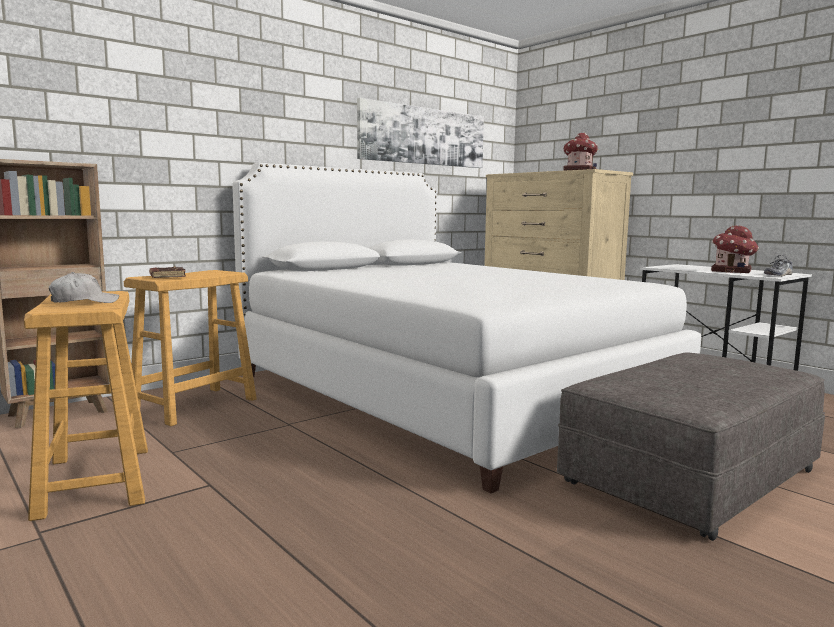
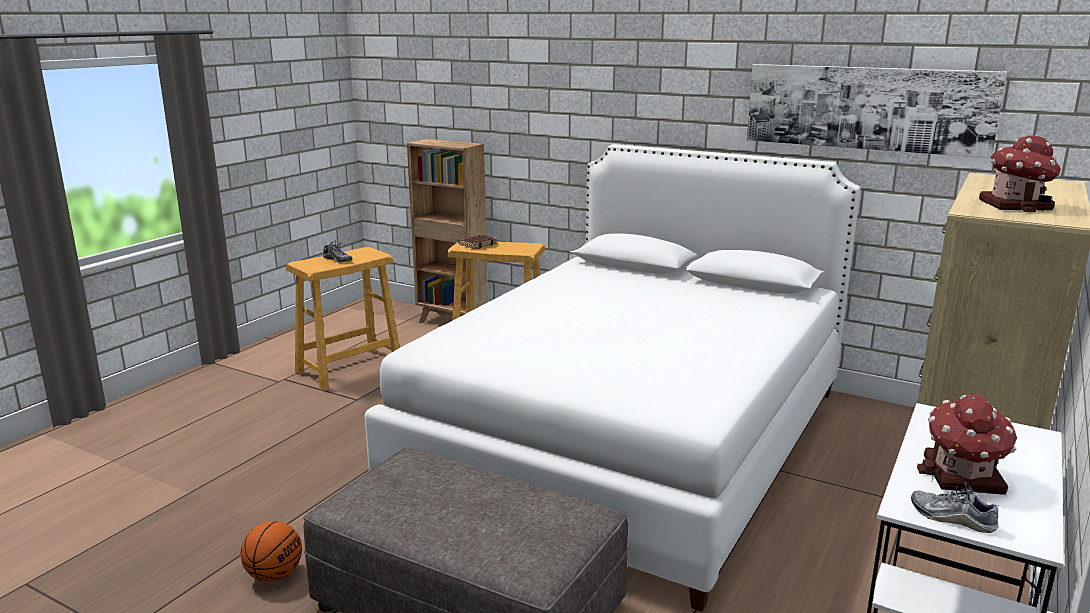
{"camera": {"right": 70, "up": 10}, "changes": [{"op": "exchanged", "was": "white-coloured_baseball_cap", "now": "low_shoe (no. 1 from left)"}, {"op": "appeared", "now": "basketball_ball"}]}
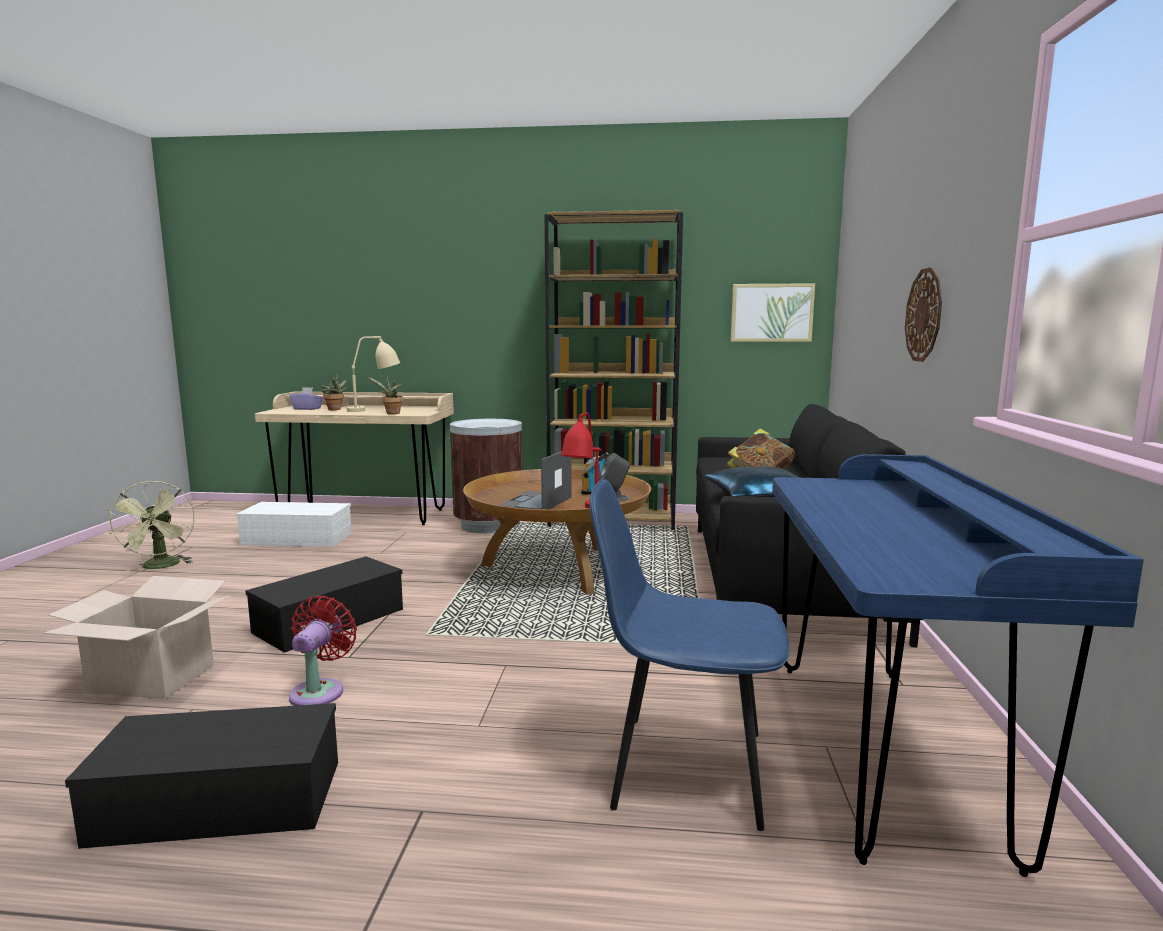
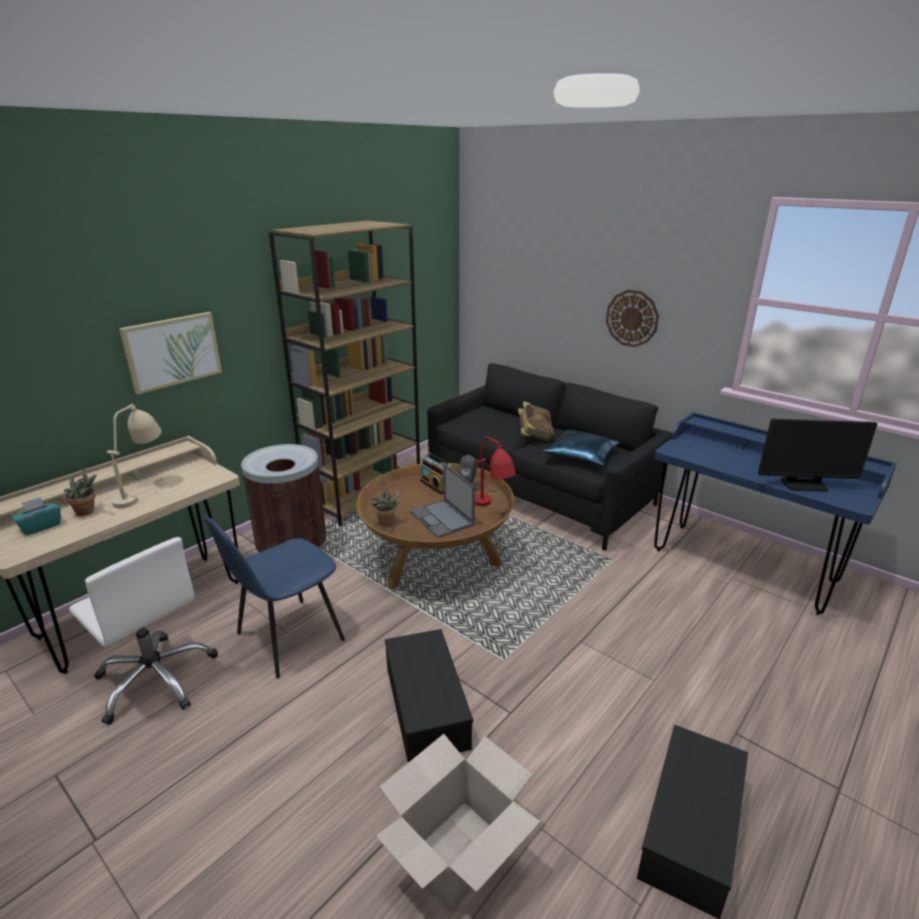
{"camera": {"right": -55, "up": 15}, "changes": [{"op": "relocated", "was": "wall_picture"}, {"op": "relocated", "was": "houseplant (no. 2 from left)"}, {"op": "colour", "was": "purple-coloured_tissue_box", "now": "turquoise_tissue_box"}, {"op": "relocated", "was": "bluish_chair"}, {"op": "missing", "was": "greenish_fan"}, {"op": "exchanged", "was": "white-coloured_storage_box", "now": "white-coloured_desk_chair"}, {"op": "missing", "was": "red_fan"}, {"op": "appeared", "now": "monitor"}]}
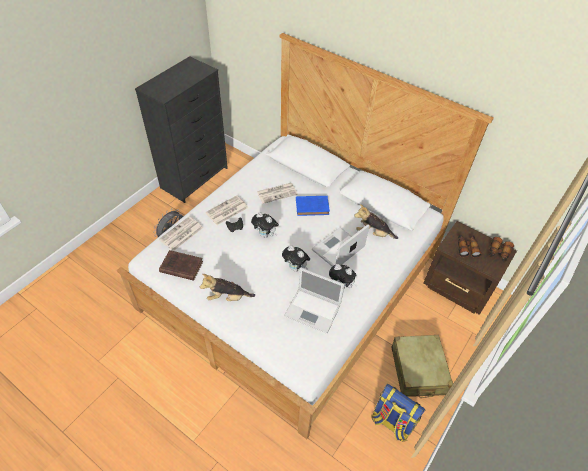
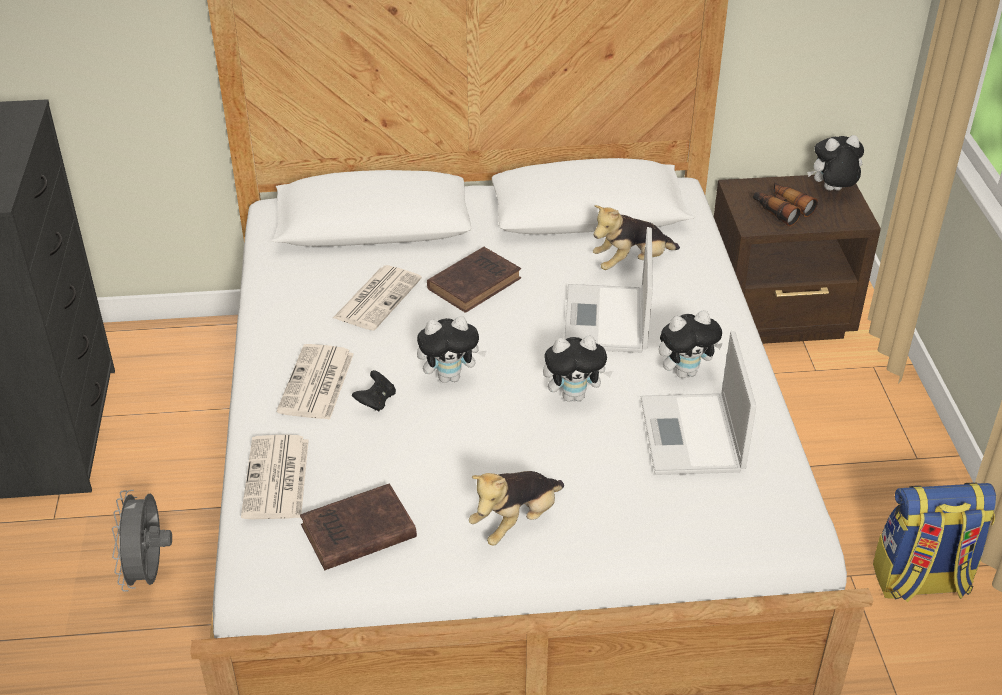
{"camera": {"right": -40, "up": -10}, "changes": [{"op": "colour", "was": "bluish_bound_book", "now": "brown-coloured_bound_book (no. 2 from left)"}, {"op": "exchanged", "was": "binoculars (no. 2 from left)", "now": "soft_toy (no. 6 from left)"}, {"op": "spun", "was": "portable_computer (no. 1 from left in the first image)", "clockwise": 105}, {"op": "missing", "was": "sand-coloured_piece_of_luggage"}]}
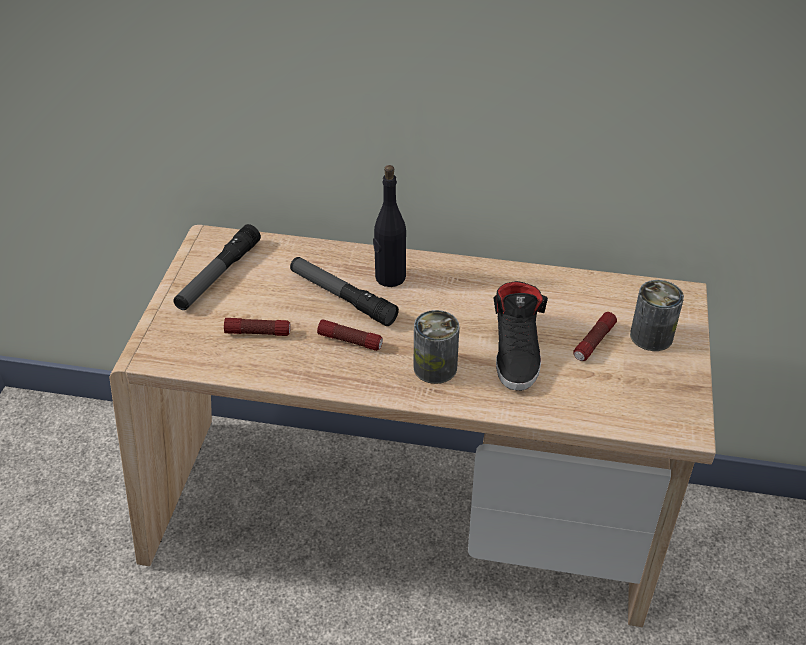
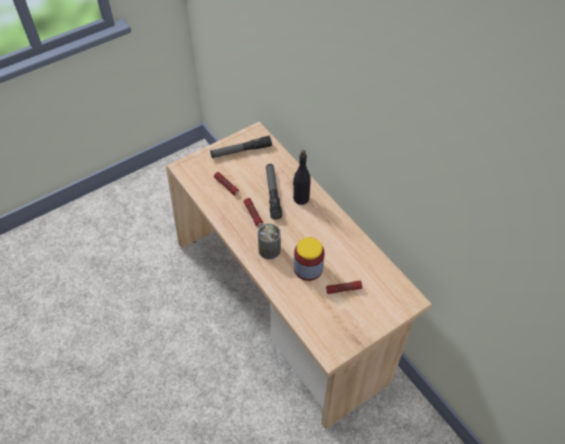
{"camera": {"right": 45, "up": 10}, "changes": [{"op": "missing", "was": "sealed_can (no. 2 from left)"}, {"op": "exchanged", "was": "black_low_shoe", "now": "jar"}]}
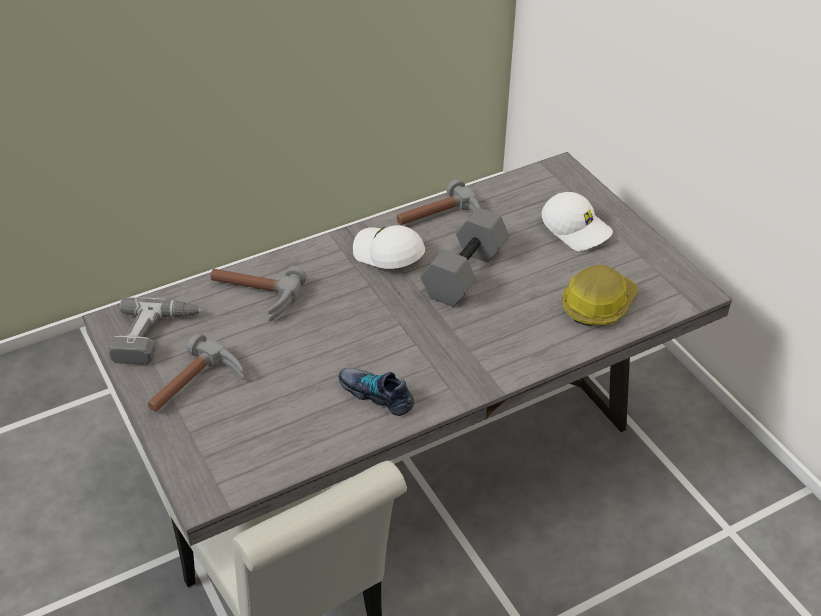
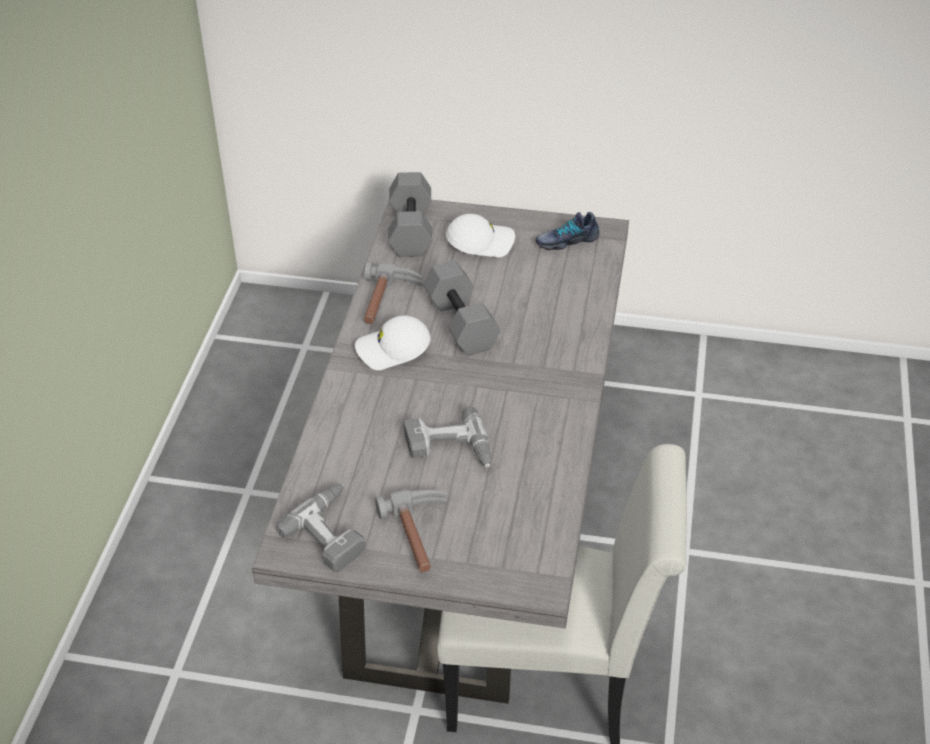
{"camera": {"right": -50, "up": 0}, "changes": [{"op": "missing", "was": "hard_hat"}, {"op": "missing", "was": "tool_hammer (no. 2 from left)"}, {"op": "relocated", "was": "low_shoe"}, {"op": "appeared", "now": "greyish_free_weight (no. 1 from left)"}, {"op": "appeared", "now": "electric_drill (no. 2 from left)"}]}
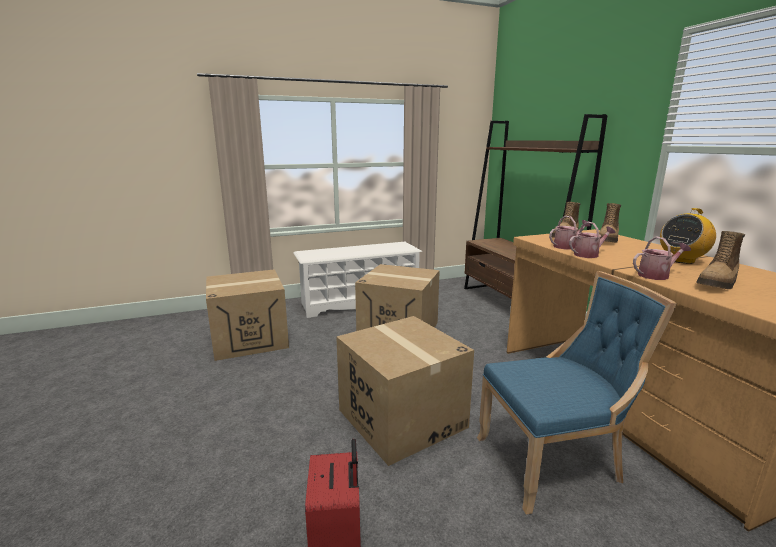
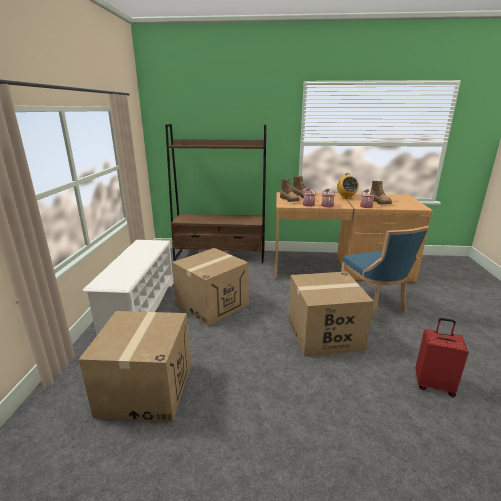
{"camera": {"right": -65, "up": 5}, "changes": [{"op": "spun", "was": "bluish_chair", "clockwise": 150}]}
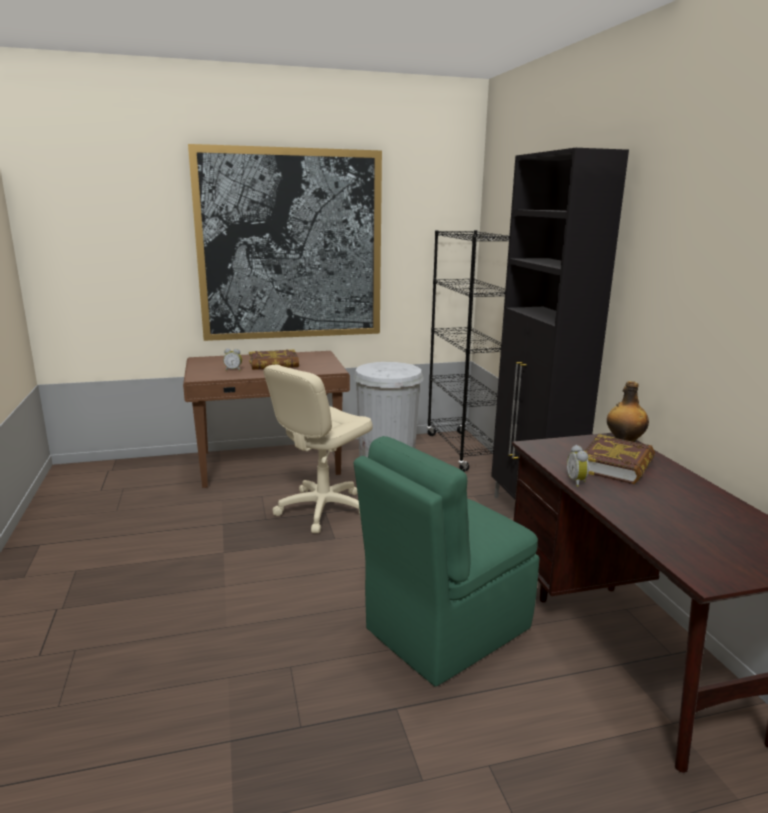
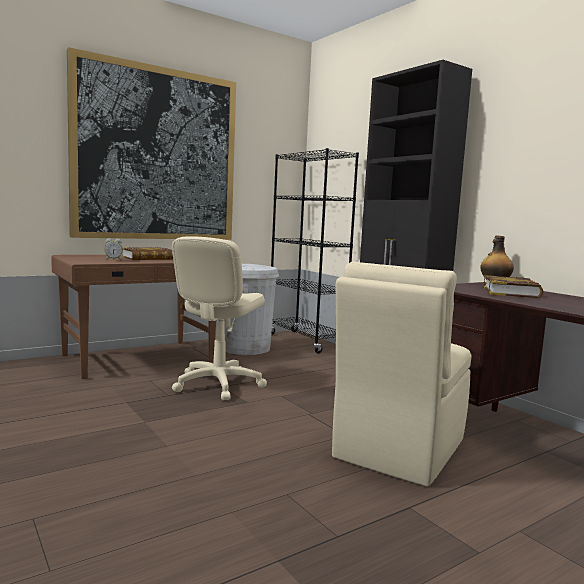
{"camera": {"right": -20, "up": -10}, "changes": [{"op": "colour", "was": "greenish_chair", "now": "sand-coloured_chair"}, {"op": "missing", "was": "alarm_clock (no. 2 from left)"}]}
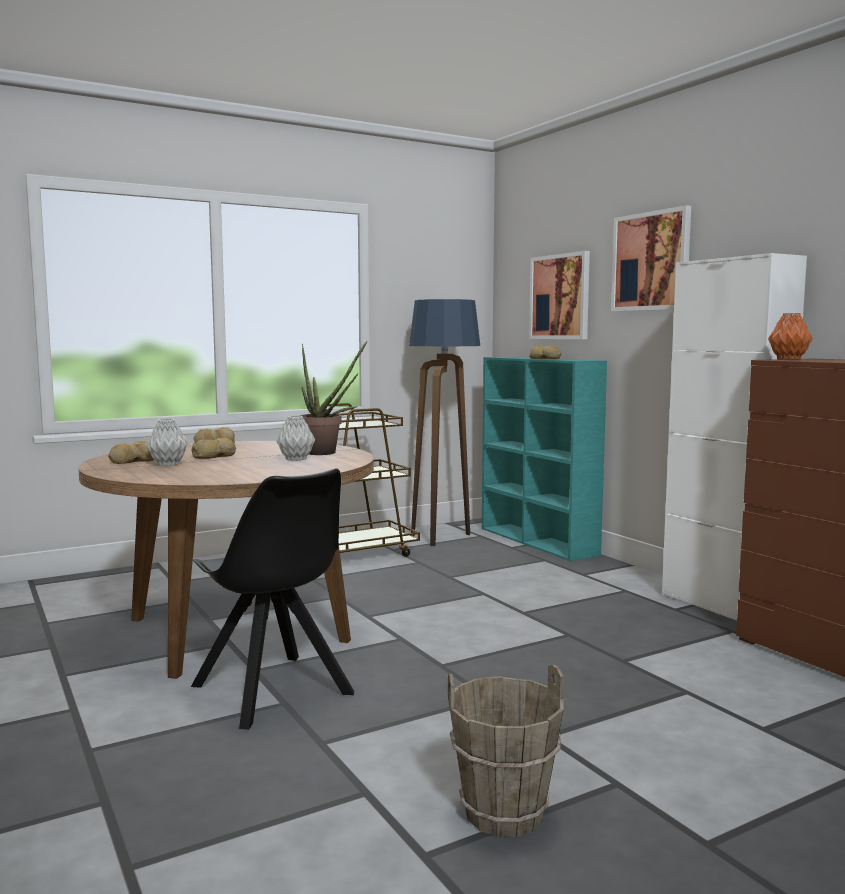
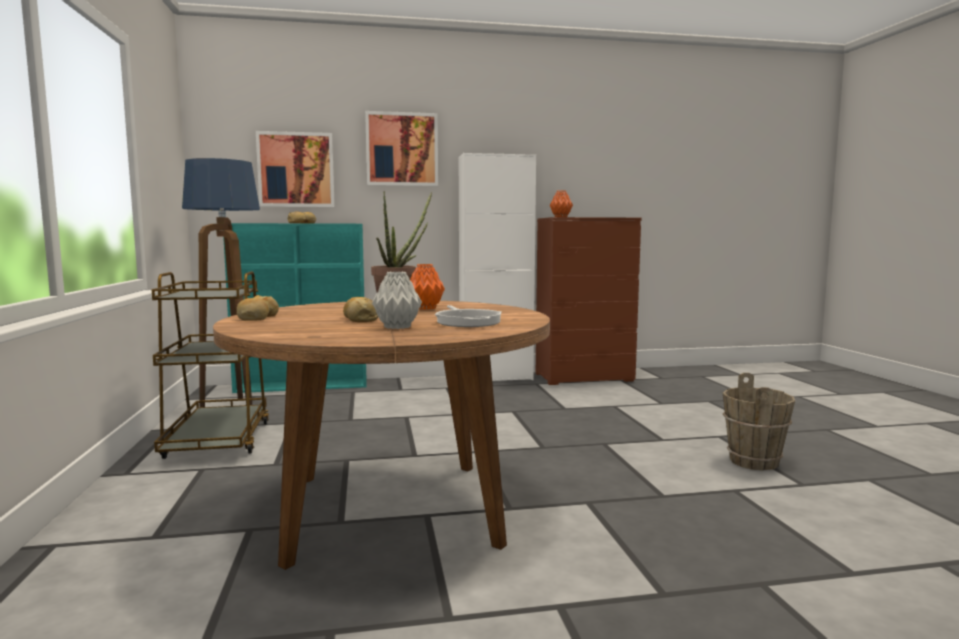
{"camera": {"right": -70, "up": 0}, "changes": [{"op": "colour", "was": "greyish_vase (no. 2 from left)", "now": "orangey_vase (no. 1 from left)"}, {"op": "missing", "was": "bread (no. 1 from left)"}, {"op": "missing", "was": "black_chair"}, {"op": "appeared", "now": "frying_pan"}]}
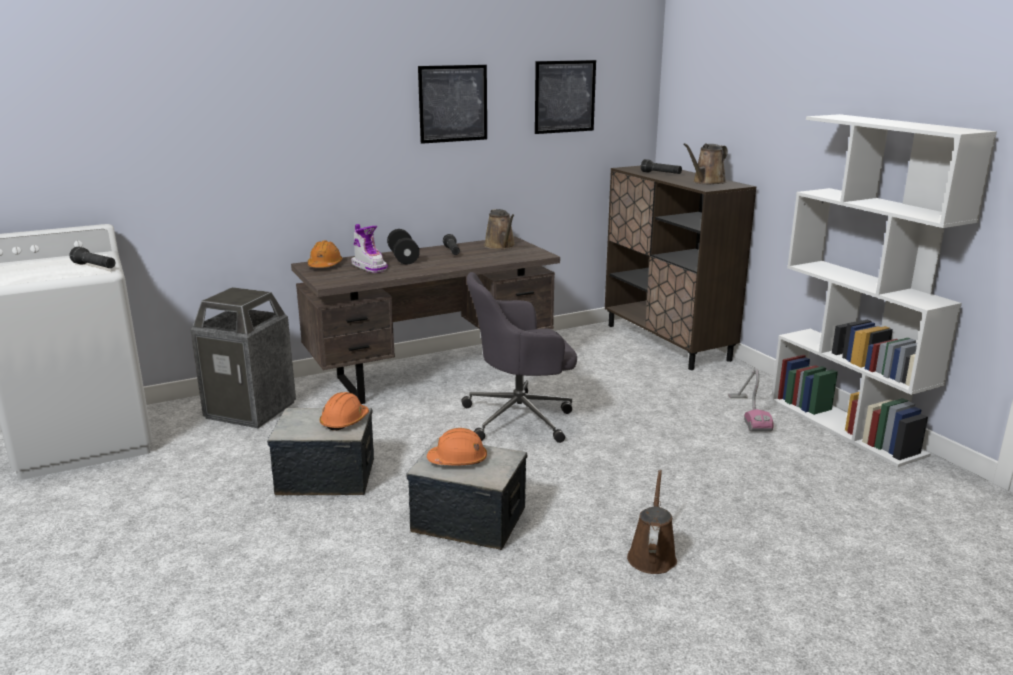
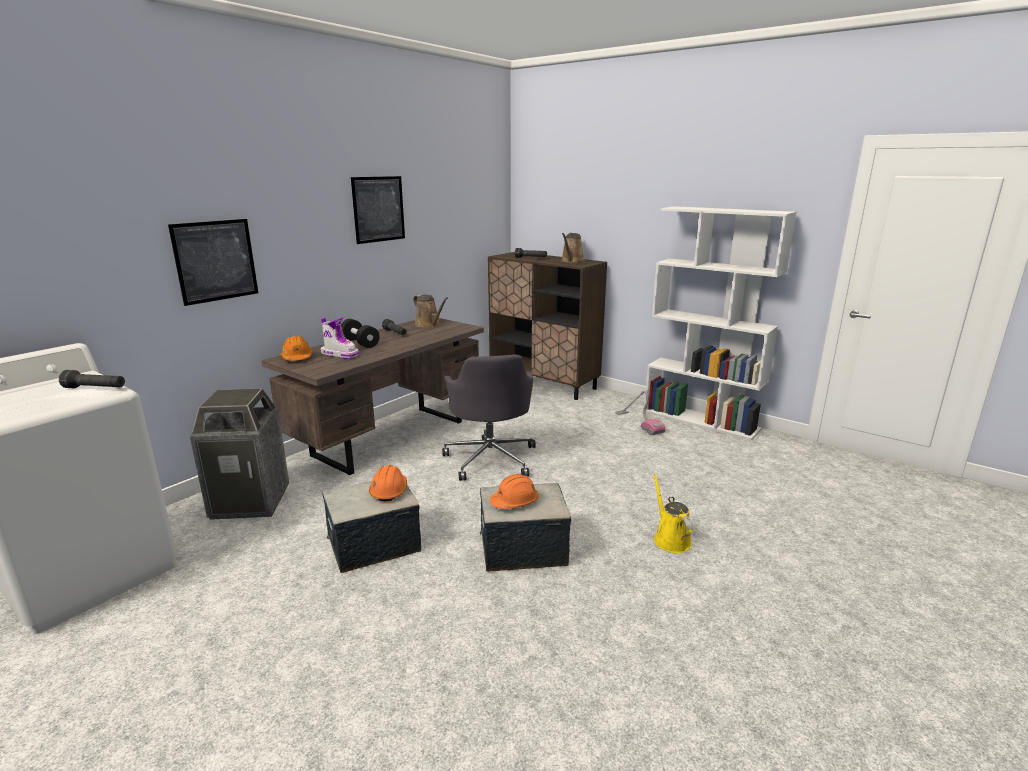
{"camera": {"right": -25, "up": 0}, "changes": [{"op": "relocated", "was": "wall_picture (no. 2 from left in the first image)", "now": "wall_picture (no. 1 from left)"}, {"op": "spun", "was": "greyish_desk_chair", "clockwise": -60}, {"op": "colour", "was": "brown-coloured_sprinkling_can (no. 2 from left)", "now": "yellow_sprinkling_can"}]}
